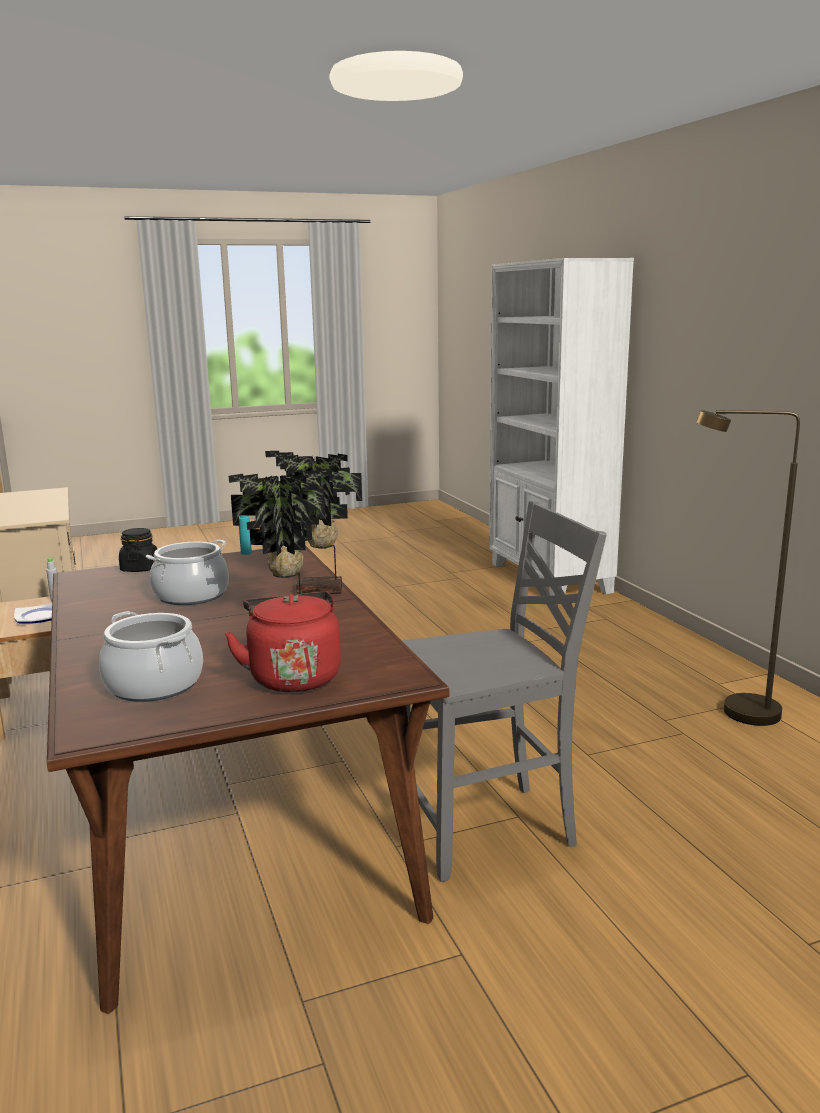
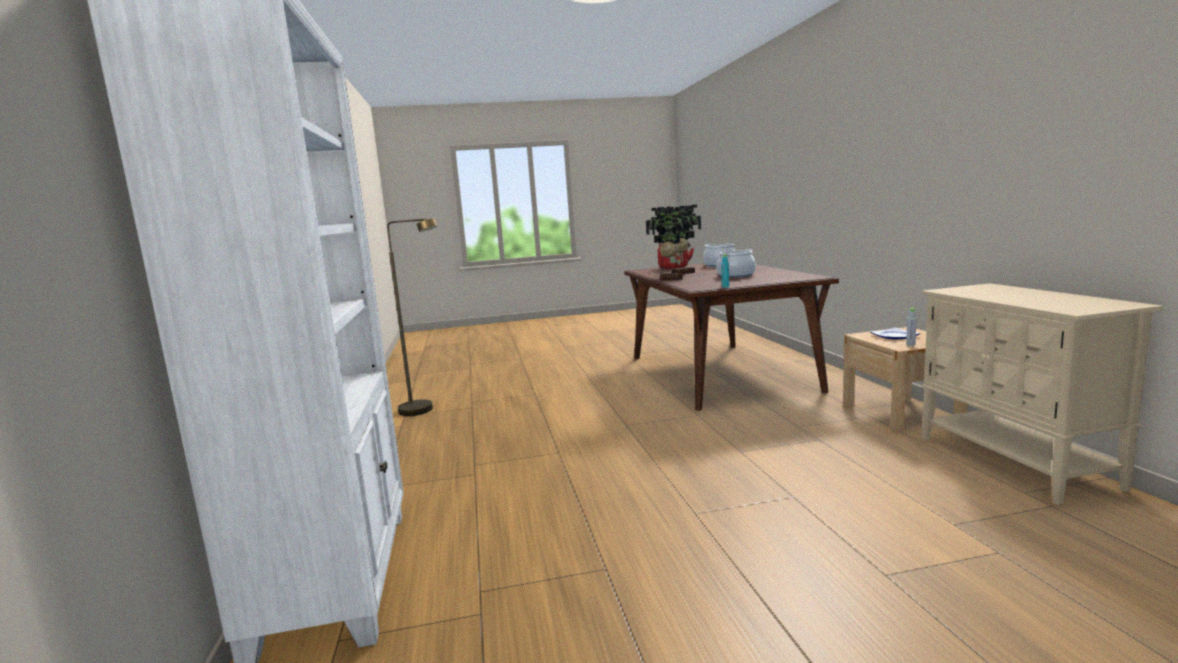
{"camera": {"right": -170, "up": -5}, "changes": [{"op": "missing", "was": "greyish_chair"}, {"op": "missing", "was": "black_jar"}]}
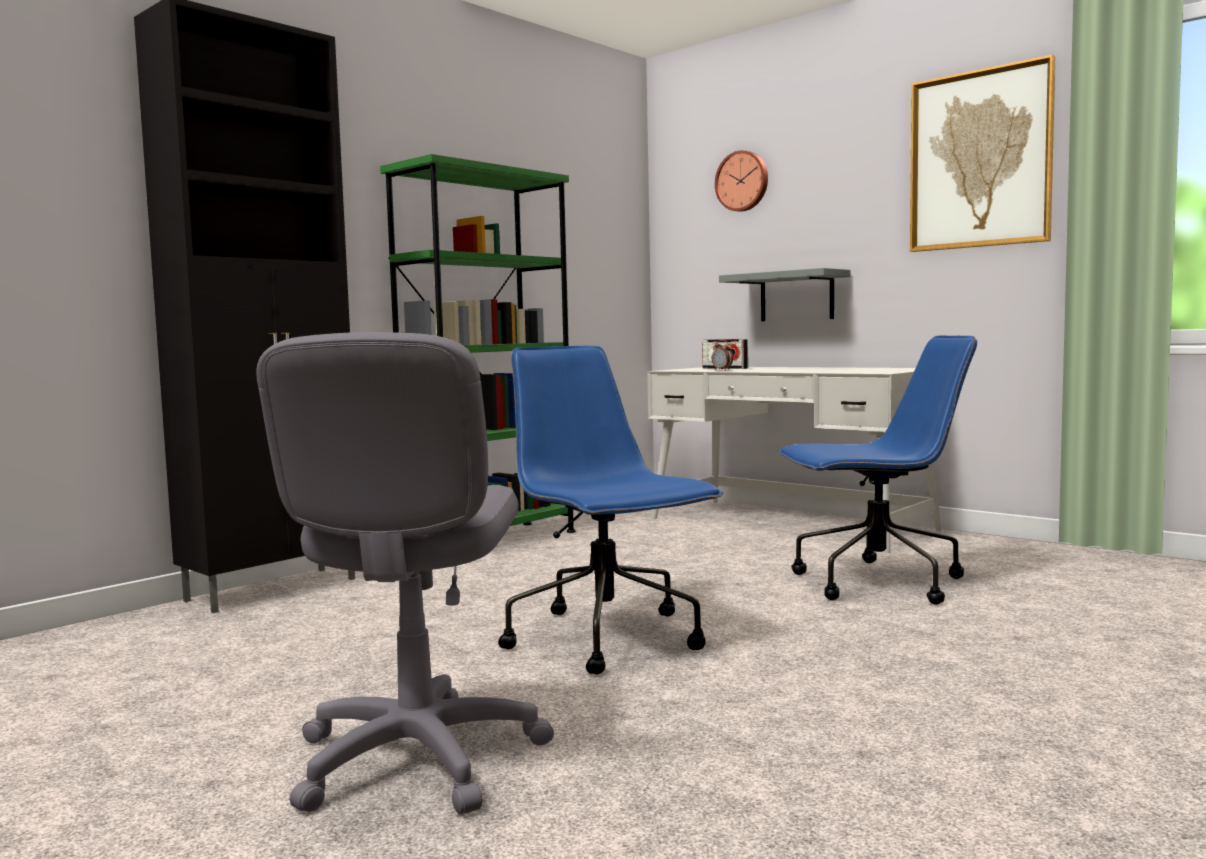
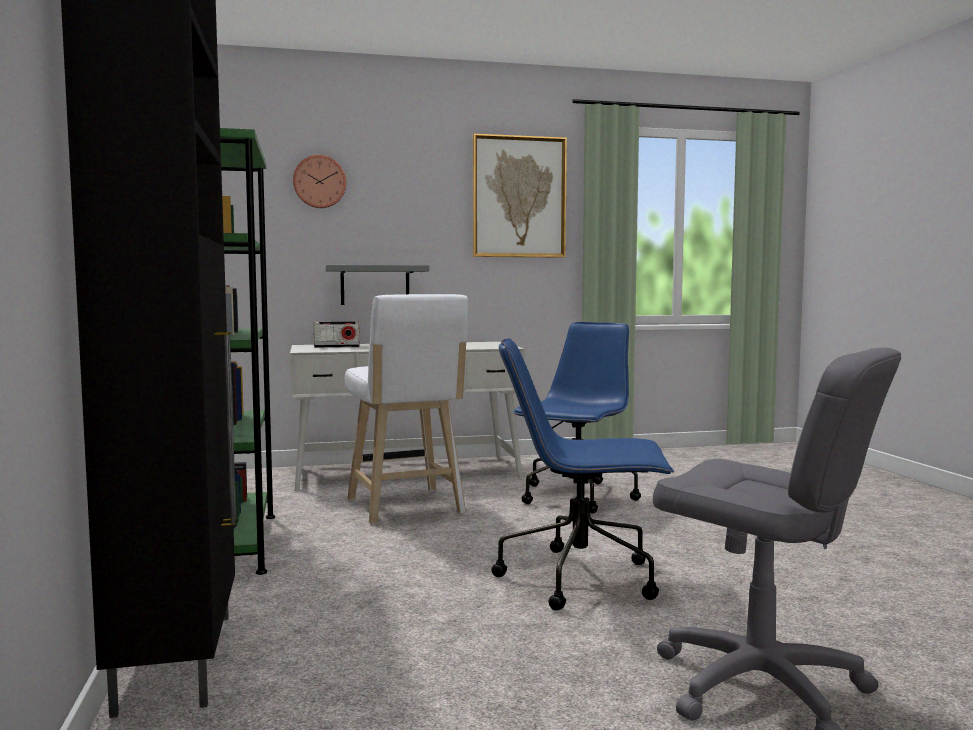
{"camera": {"right": -55, "up": 0}, "changes": [{"op": "missing", "was": "alarm_clock"}, {"op": "appeared", "now": "white-coloured_sitting_stool"}]}
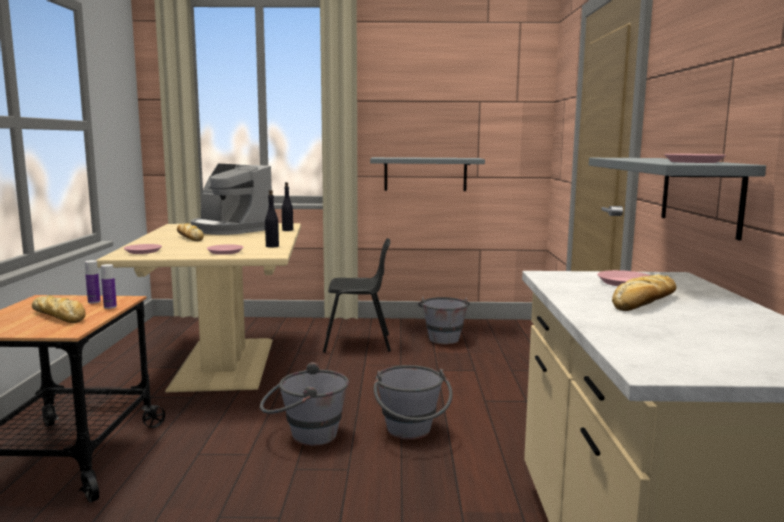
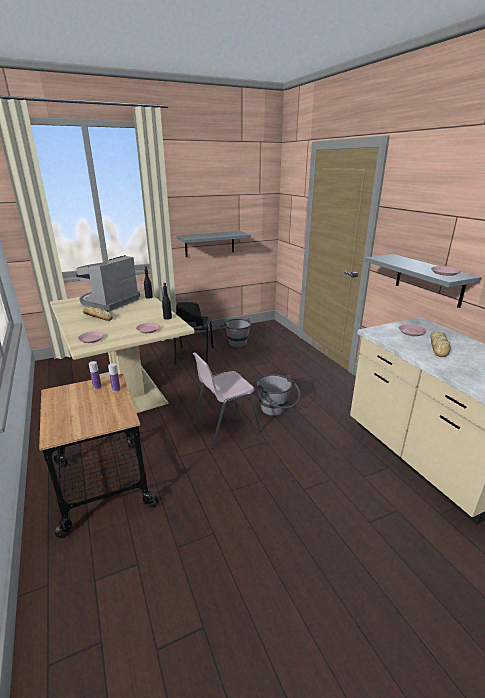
{"camera": {"right": -25, "up": 15}, "changes": [{"op": "spun", "was": "coffee_machine", "clockwise": 105}, {"op": "spun", "was": "black_chair", "clockwise": 120}, {"op": "missing", "was": "bread (no. 1 from left)"}, {"op": "exchanged", "was": "greyish_pail (no. 1 from left)", "now": "pink_chair"}]}
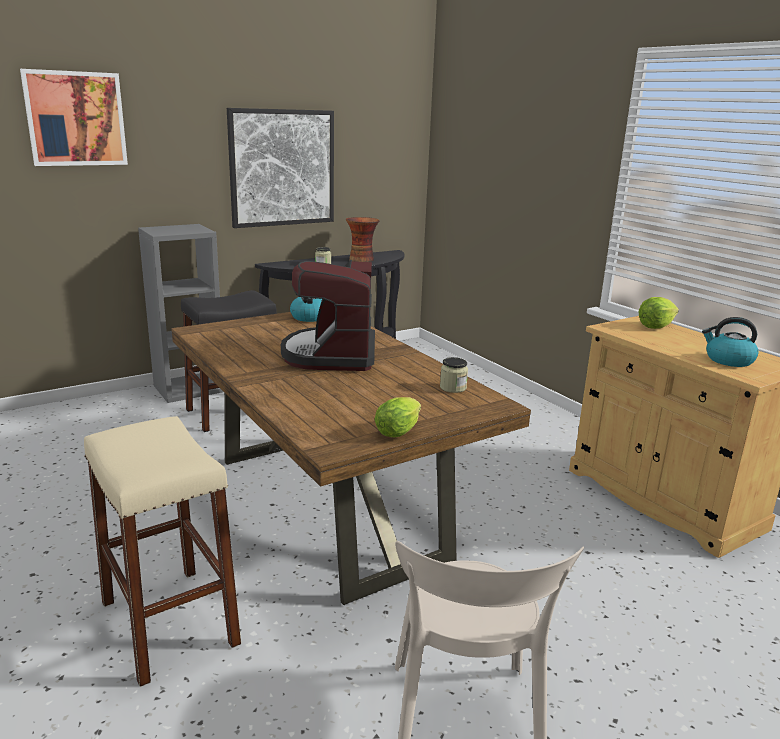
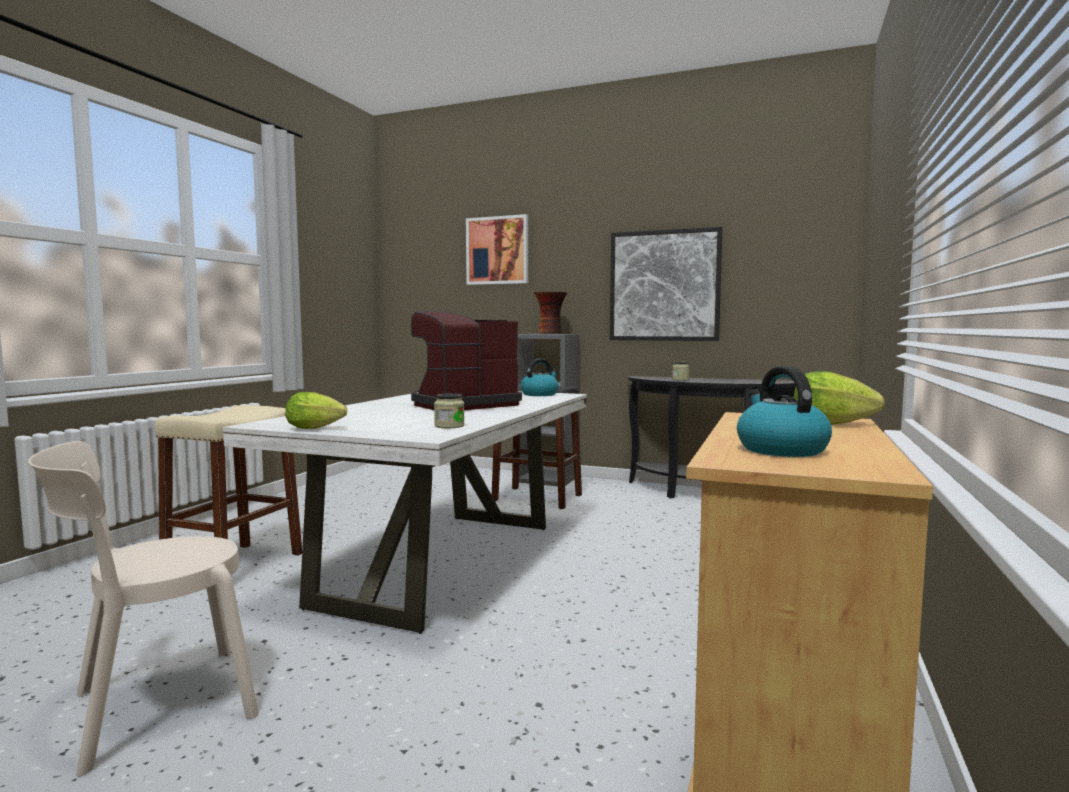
{"camera": {"right": 55, "up": -15}, "changes": [{"op": "relocated", "was": "vase"}, {"op": "colour", "was": "brown-coloured_dinner_table", "now": "white-coloured_dinner_table"}]}
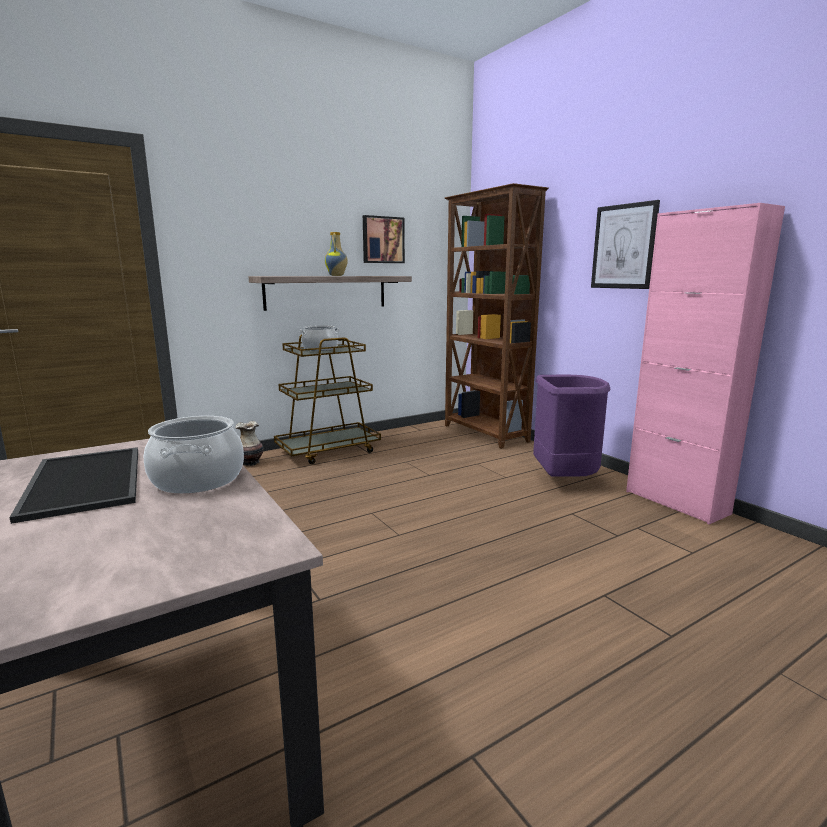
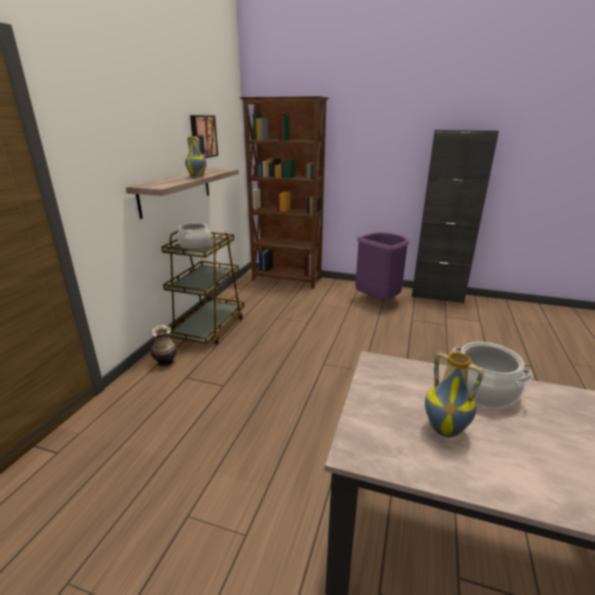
{"camera": {"right": -40, "up": 10}, "changes": [{"op": "missing", "was": "wall_picture (no. 2 from left)"}, {"op": "colour", "was": "pink_cupboard", "now": "black_cupboard"}, {"op": "exchanged", "was": "carrying_tray", "now": "vase (no. 3 from left)"}]}
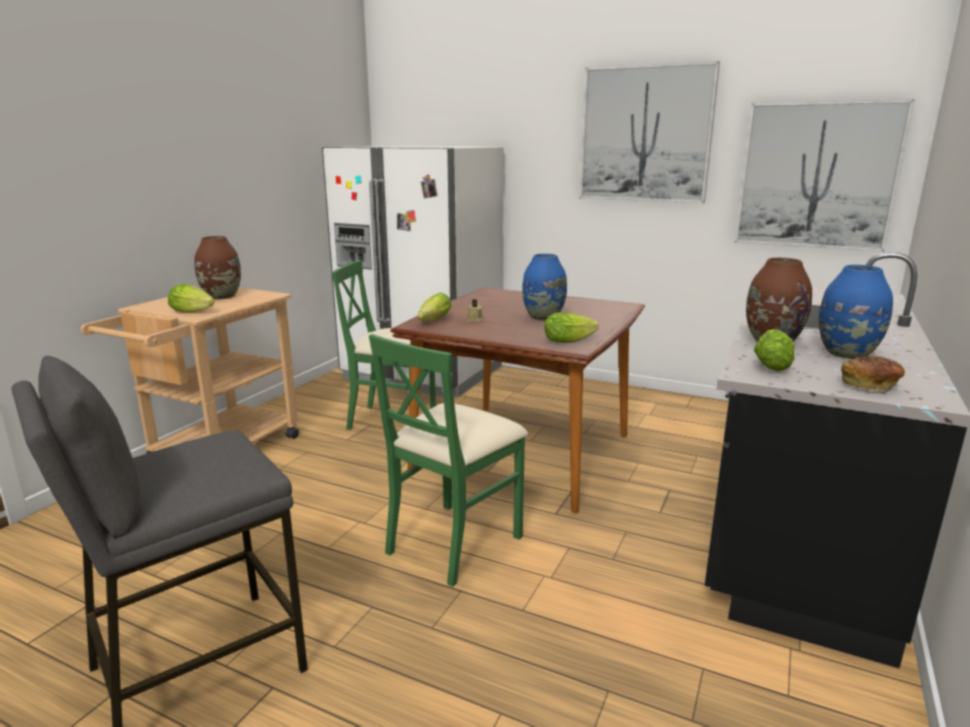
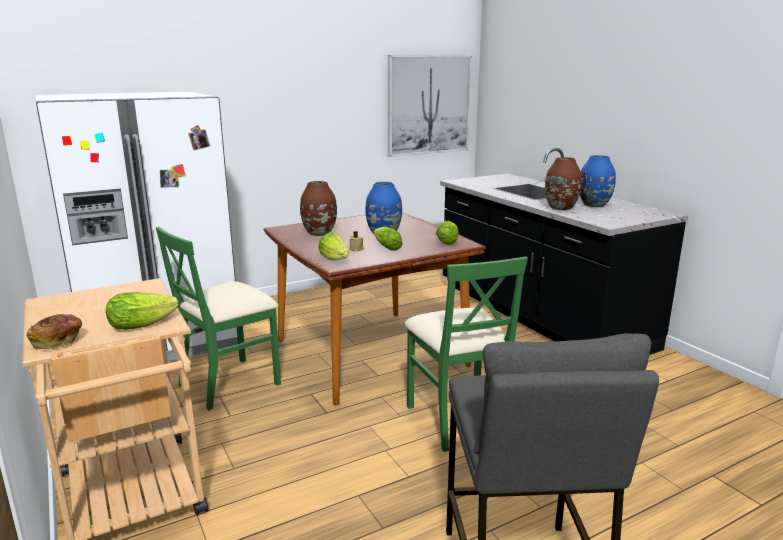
{"camera": {"right": -55, "up": 0}, "changes": [{"op": "missing", "was": "wall_picture (no. 1 from left)"}, {"op": "relocated", "was": "brown-coloured_vase (no. 1 from left)"}, {"op": "relocated", "was": "lettuce_head (no. 4 from left in the first image)", "now": "lettuce_head (no. 3 from left)"}, {"op": "relocated", "was": "bread"}]}
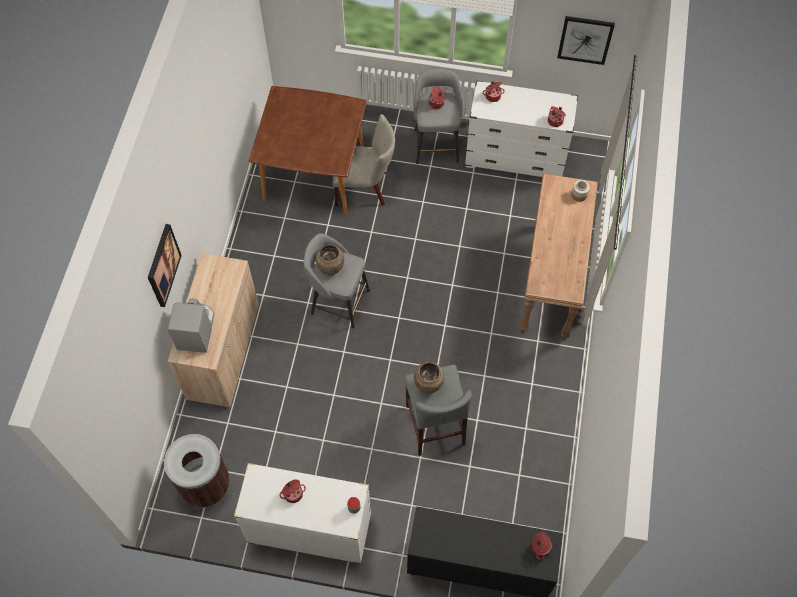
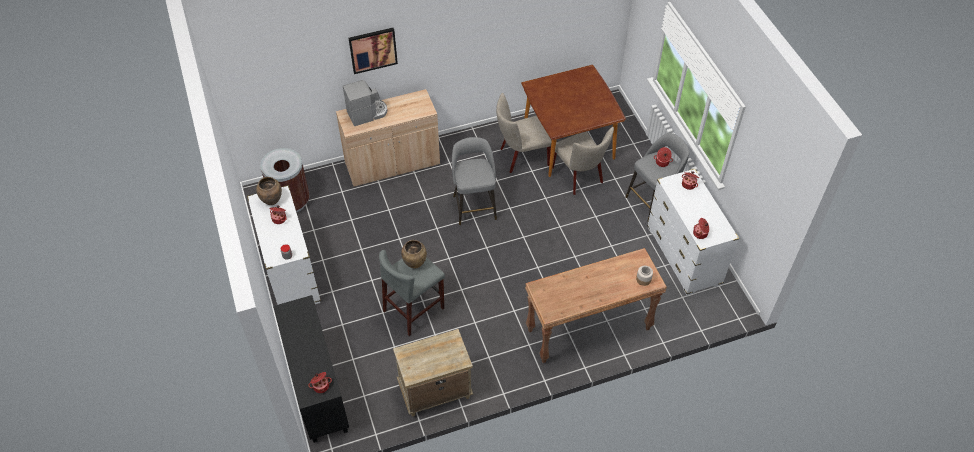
{"camera": {"right": 60, "up": -10}, "changes": [{"op": "missing", "was": "wall_picture (no. 2 from left)"}, {"op": "relocated", "was": "brown-coloured_vase (no. 1 from left)"}, {"op": "appeared", "now": "sand-coloured_chair (no. 1 from left)"}, {"op": "appeared", "now": "sand-coloured_bedside_table"}]}
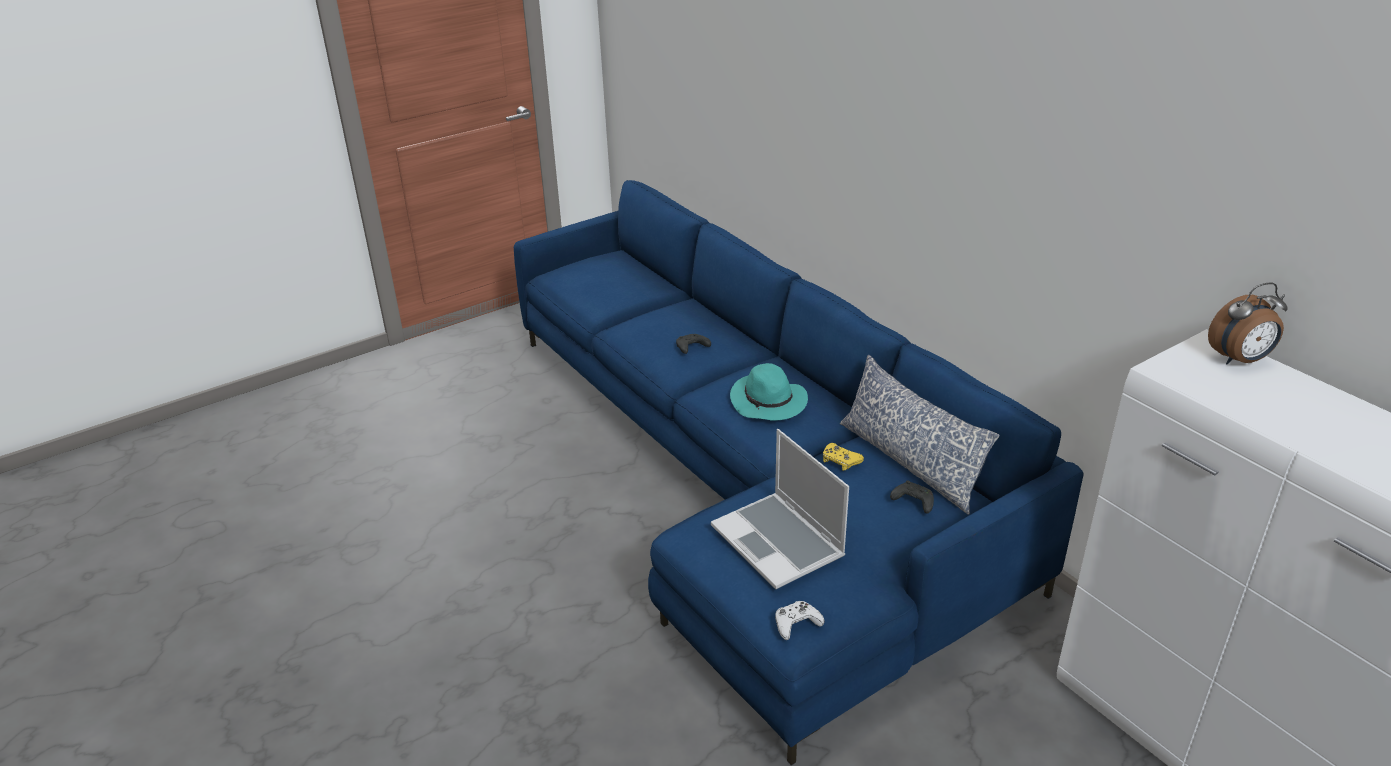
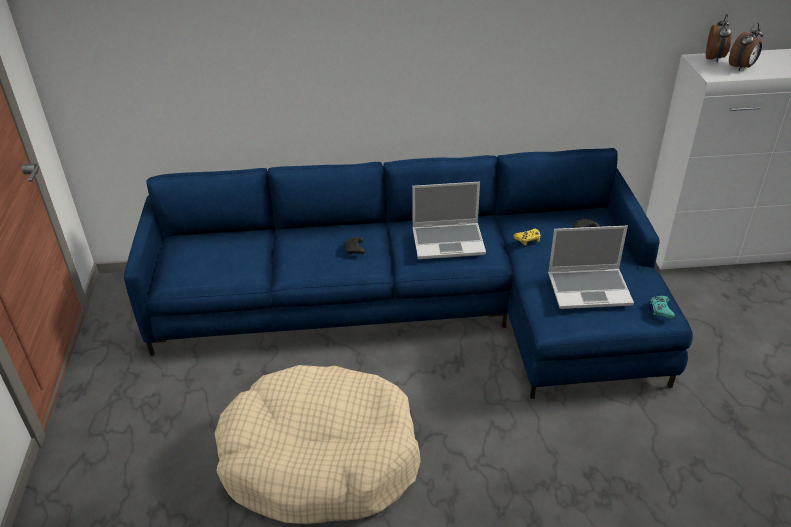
{"camera": {"right": -60, "up": 5}, "changes": [{"op": "missing", "was": "pillow"}, {"op": "exchanged", "was": "turquoise_wearable_hat", "now": "portable_computer (no. 1 from left)"}, {"op": "colour", "was": "white-coloured_gamepad", "now": "turquoise_gamepad"}, {"op": "appeared", "now": "alarm_clock (no. 2 from left)"}, {"op": "appeared", "now": "sand-coloured_pet_bed"}]}
